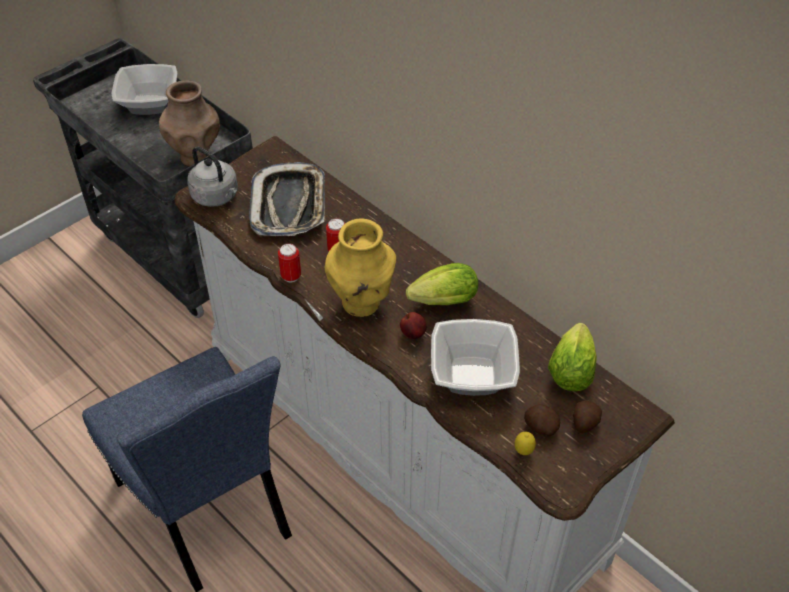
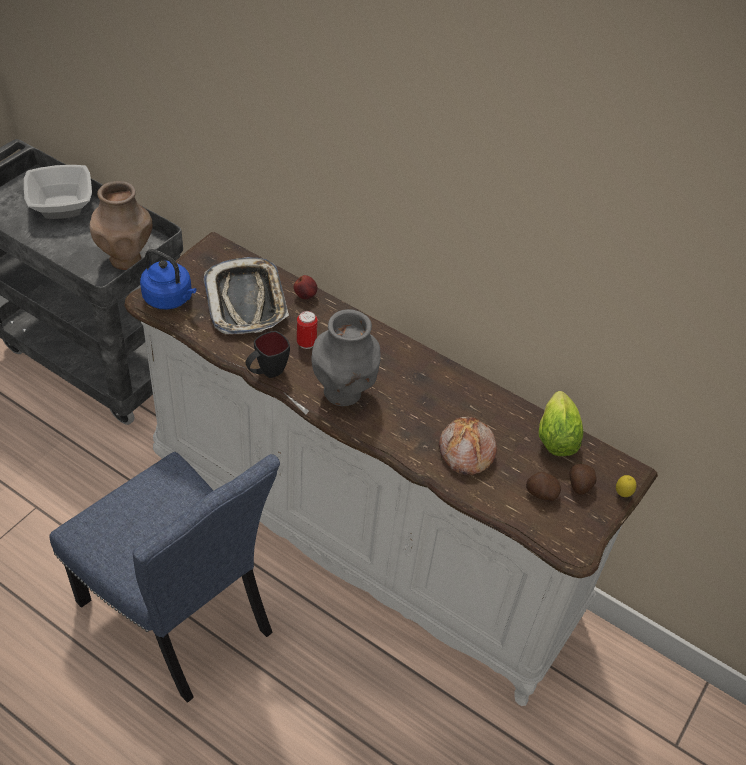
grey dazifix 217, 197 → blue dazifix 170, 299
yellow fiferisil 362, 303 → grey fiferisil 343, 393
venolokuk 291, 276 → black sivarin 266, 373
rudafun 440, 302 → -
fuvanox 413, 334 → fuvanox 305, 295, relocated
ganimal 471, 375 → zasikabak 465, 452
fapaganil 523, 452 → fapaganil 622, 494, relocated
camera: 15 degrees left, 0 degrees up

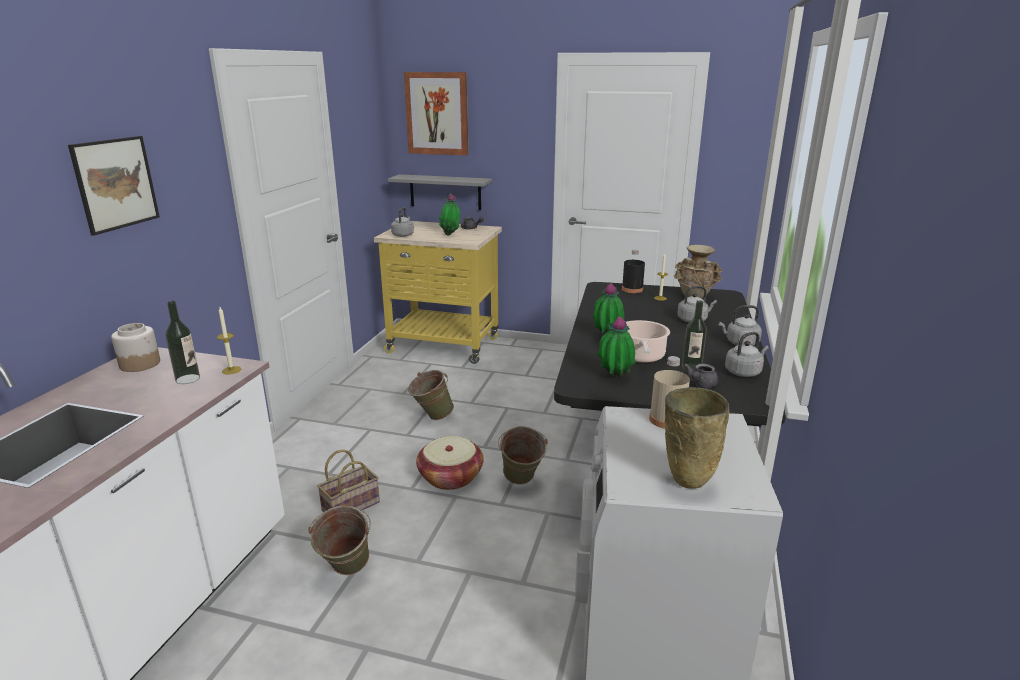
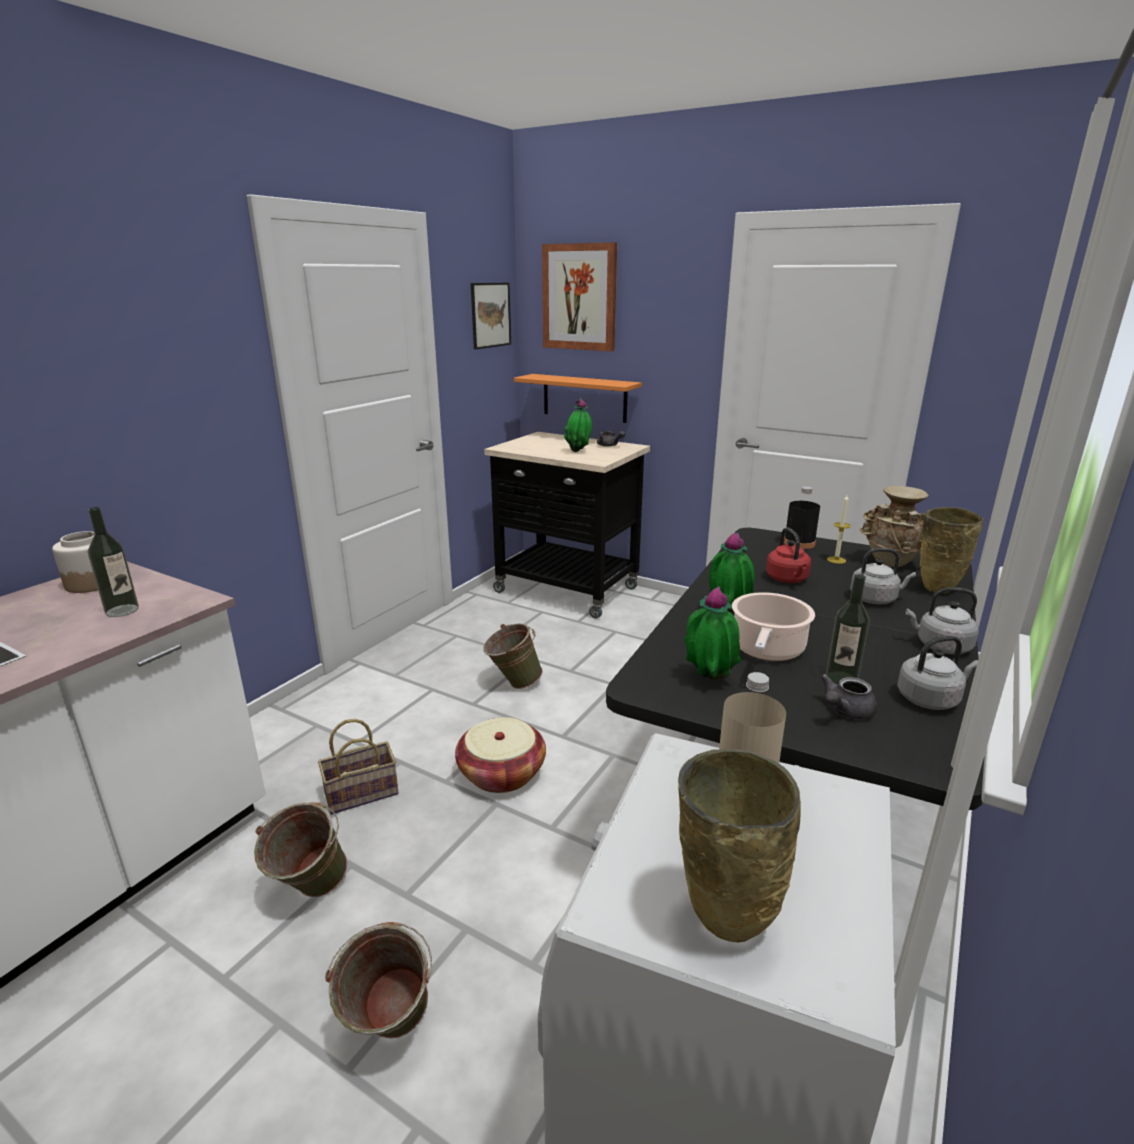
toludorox 115, 184 → toludorox 490, 315, relocated
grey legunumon 445, 192 → orange legunumon 584, 398
grey dazifix 403, 235 → -
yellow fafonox 444, 346 → black fafonox 567, 590
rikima 231, 370 → -
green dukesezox 521, 483 → green dukesezox 390, 1034, relocated
- → beige fiferisil 936, 590
- → red dazifix 788, 579
camera: 15 degrees right, 0 degrees up

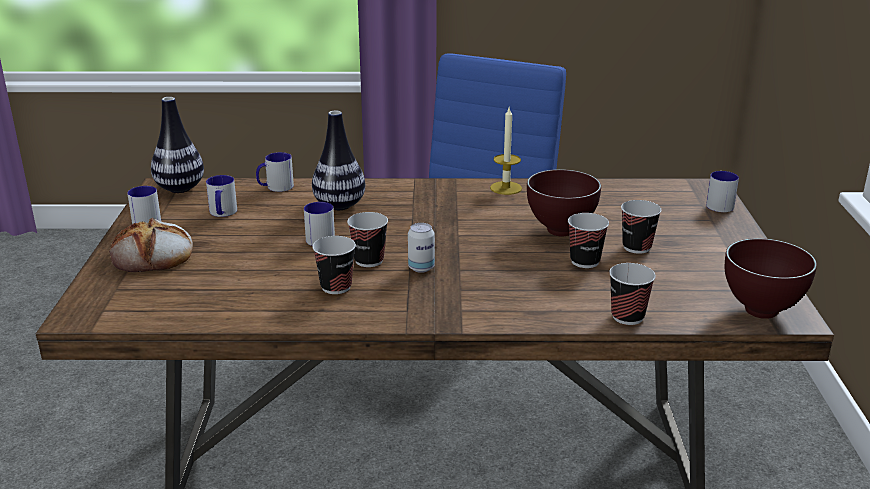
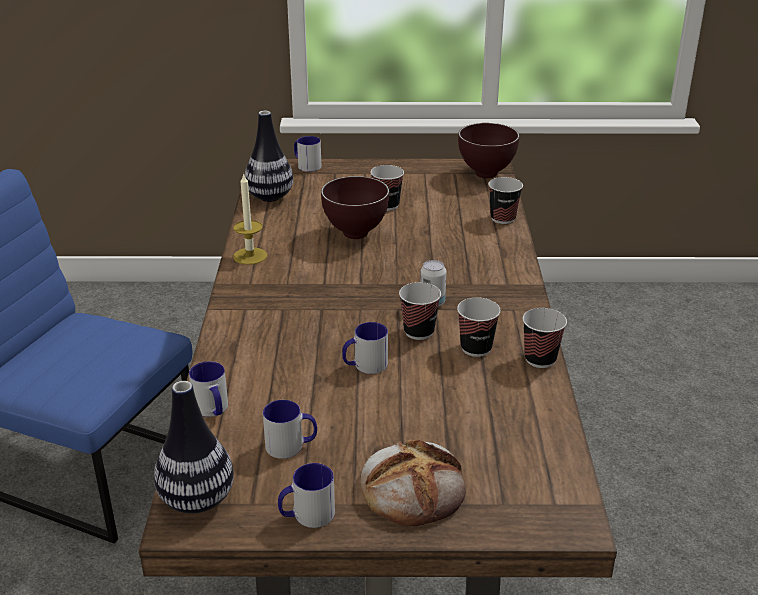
fiferisil 339, 205 → fiferisil 270, 197, relocated
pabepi 585, 261 → pabepi 540, 359, relocated
camera: 90 degrees left, 5 degrees up

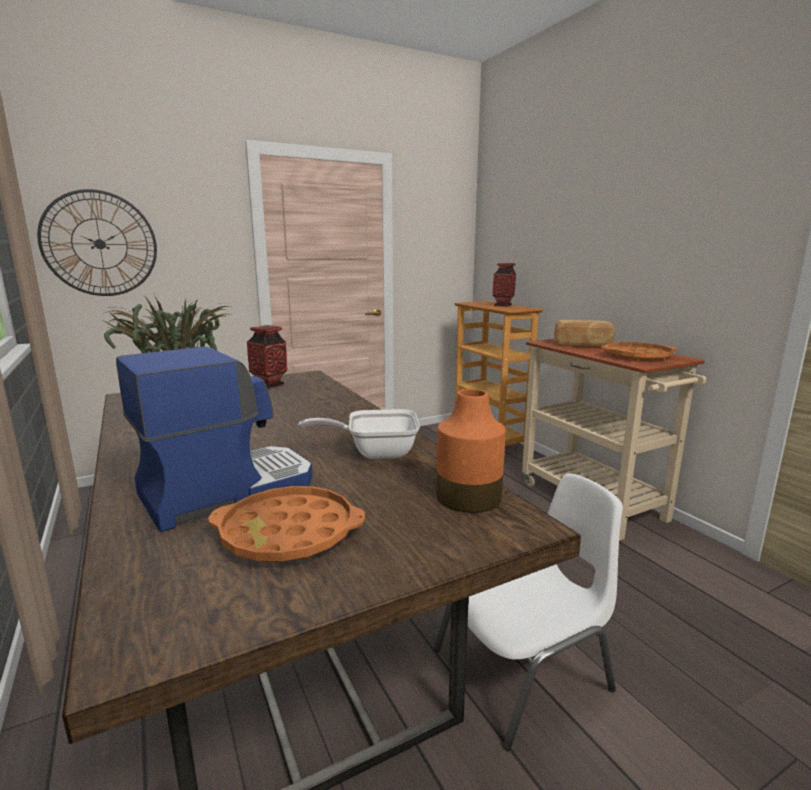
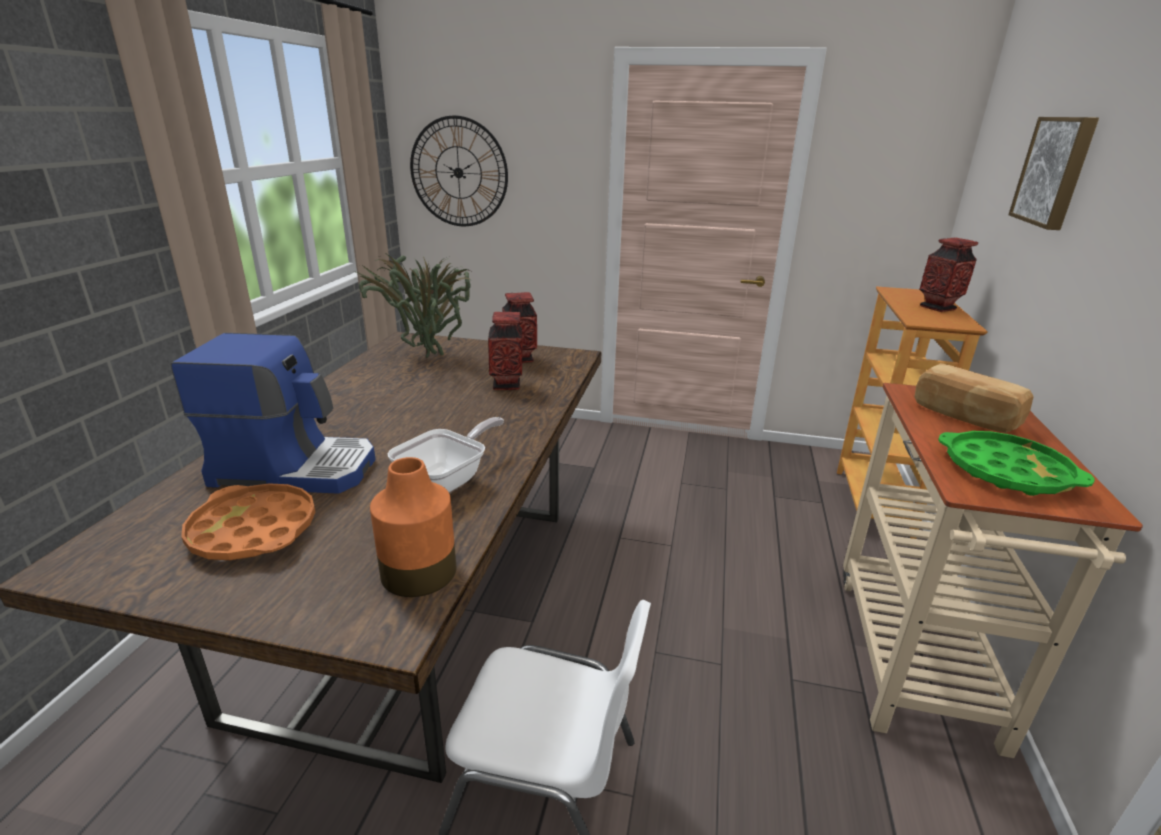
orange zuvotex 637, 356 → green zuvotex 1006, 471
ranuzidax 374, 452 → ranuzidax 448, 480, 90 degrees clockwise
- → toludorox 1055, 171
- → fiferisil 506, 385
camera: 40 degrees right, 10 degrees up

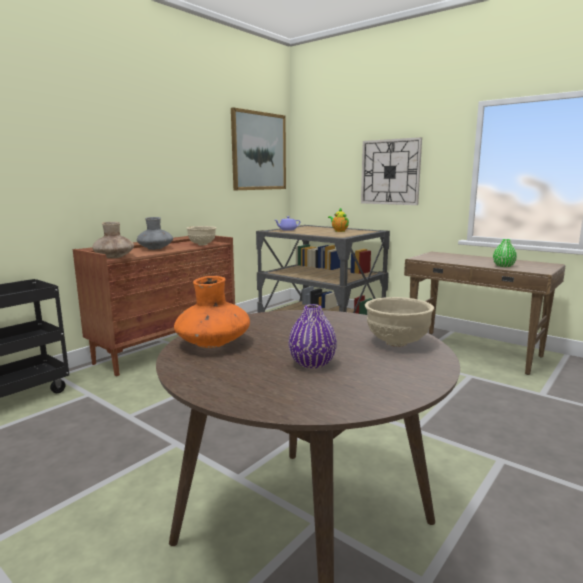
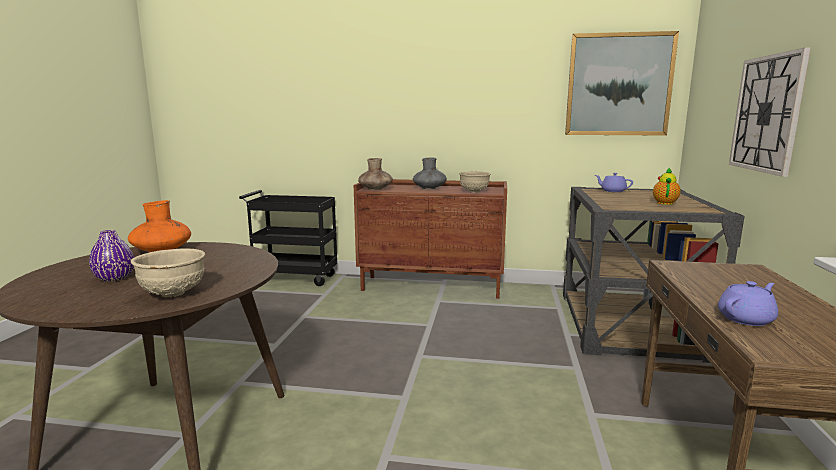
green fiferisil 503, 266 → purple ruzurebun 746, 319
camera: 60 degrees right, 0 degrees up

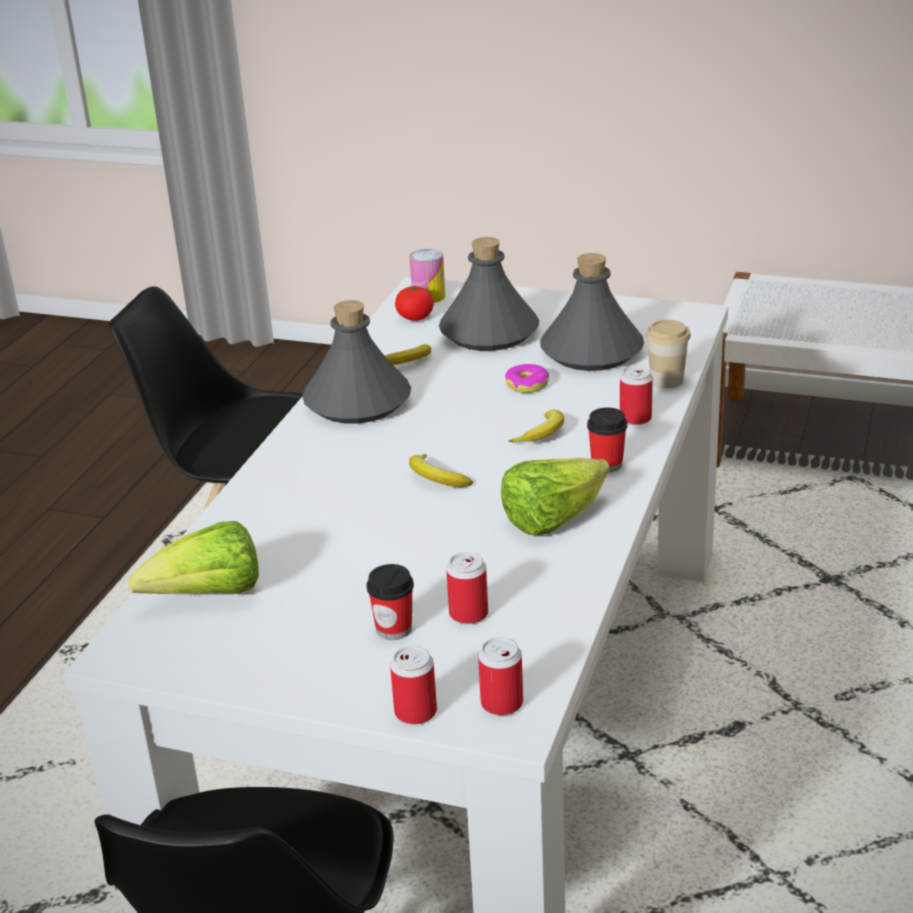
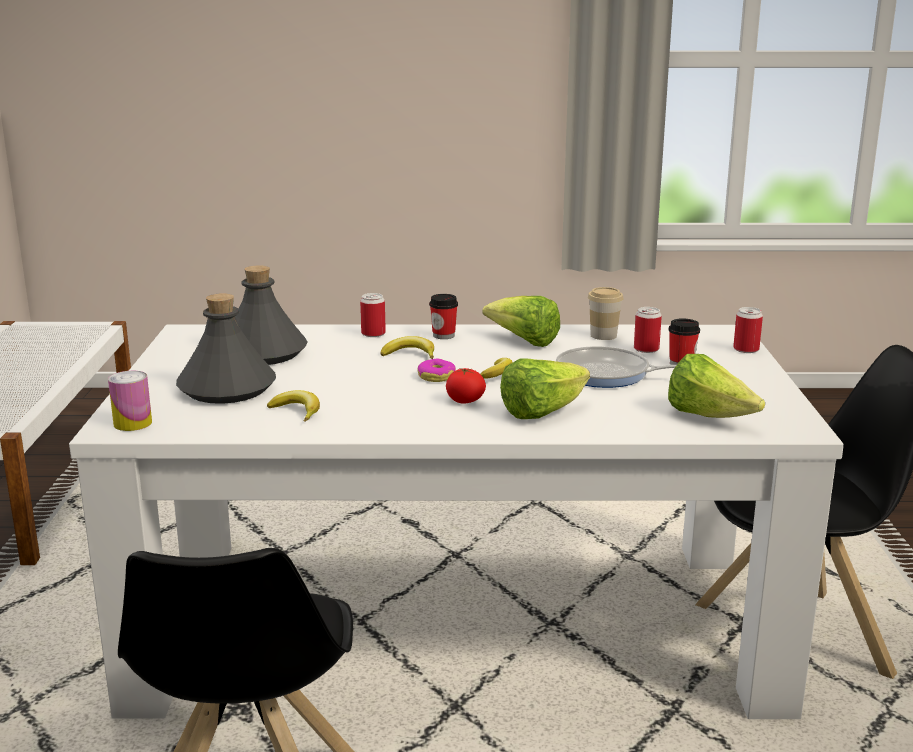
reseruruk 415, 317 → reseruruk 465, 401, relocated
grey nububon 358, 403 → -
pabepi 666, 380 → pabepi 603, 335, relocated
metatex 527, 385 → metatex 436, 376, relocated
venolokuk 502, 703 → -
- → ranuzidax 608, 374
- → rudafun 542, 412
camera: 110 degrees left, 10 degrees down

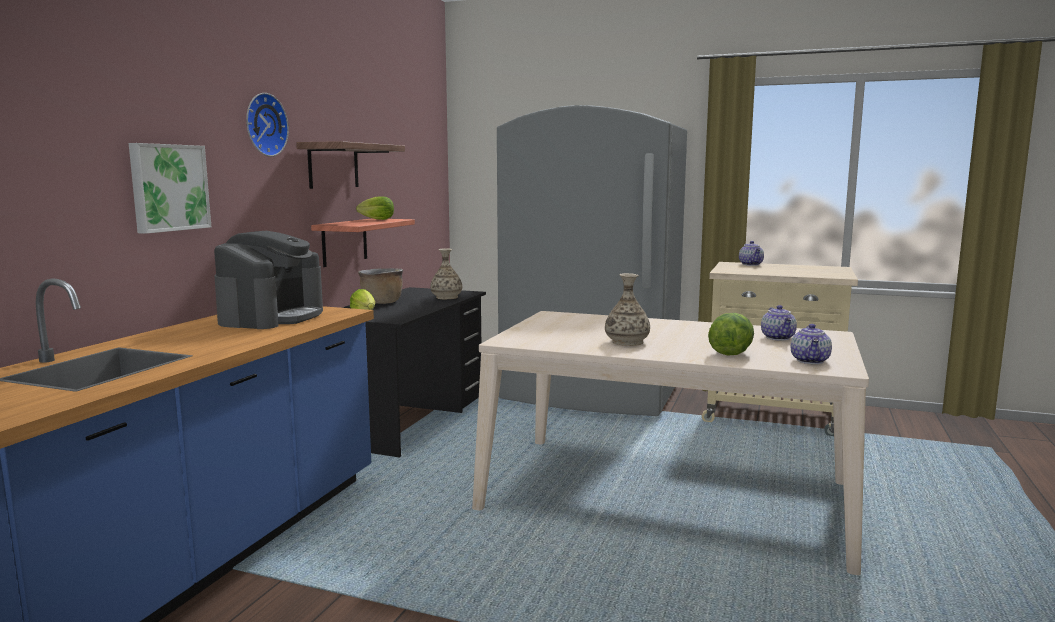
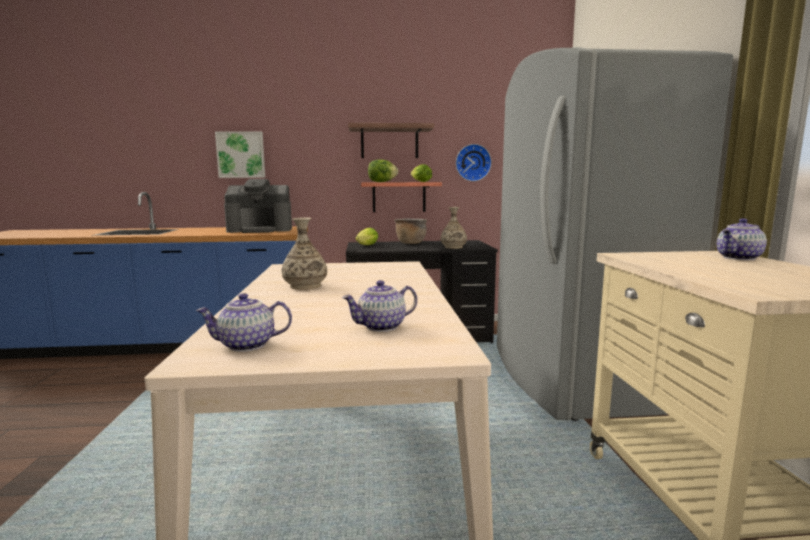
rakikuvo 263, 125 → rakikuvo 472, 162, relocated
rudafun 730, 353 → rudafun 382, 182, relocated
camera: 65 degrees right, 0 degrees up

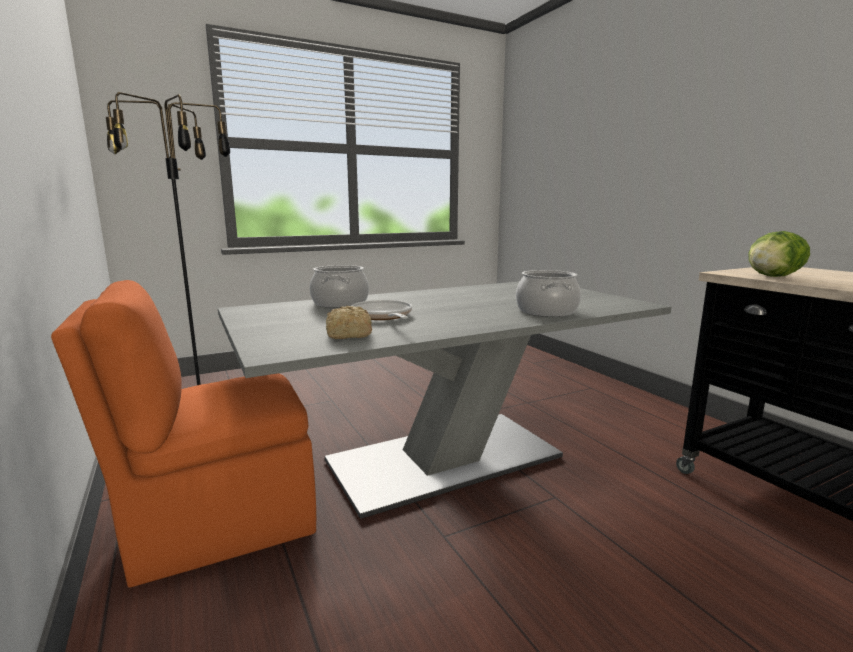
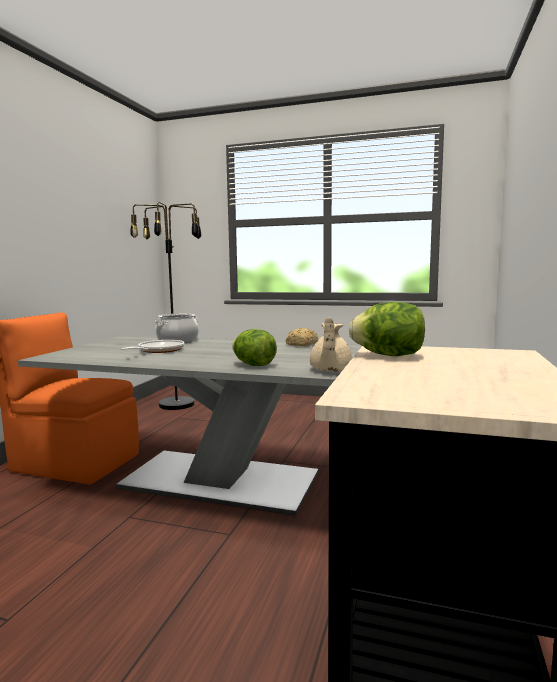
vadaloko 547, 311 → rudafun 254, 365
zasikabak 348, 334 → zasikabak 301, 344, relocated
- → beige ruzurebun 329, 370
camera: 45 degrees right, 5 degrees down

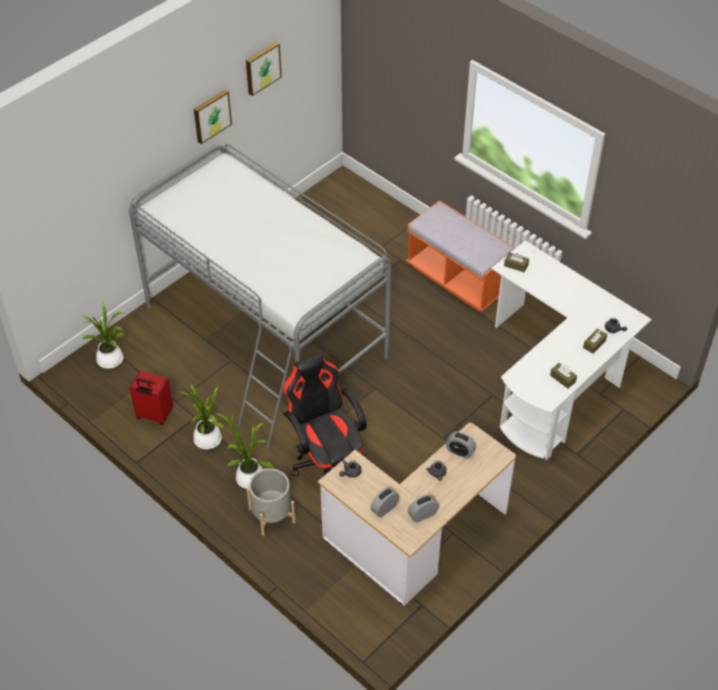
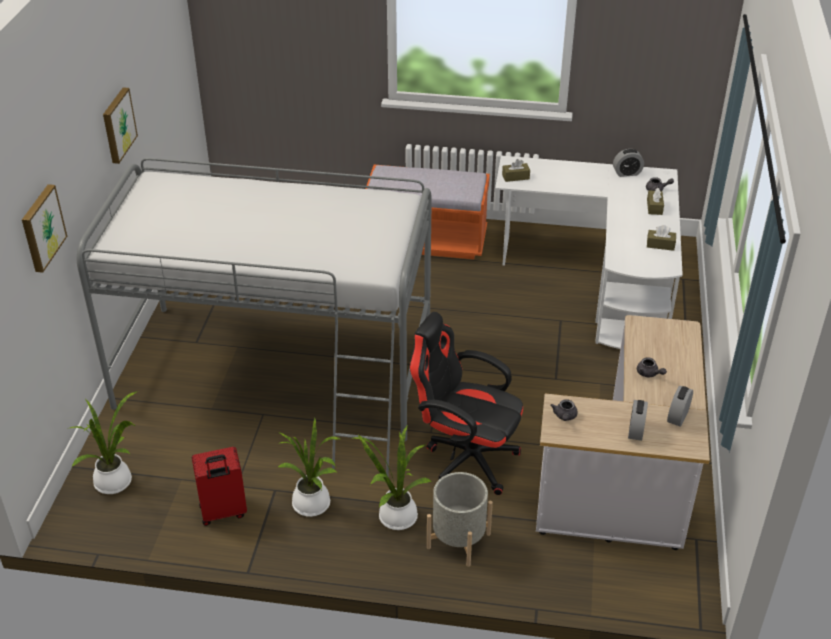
toludorox 262, 67 → toludorox 41, 227, relocated
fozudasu 460, 451 → fozudasu 627, 173, relocated
camera: 35 degrees left, 10 degrees down

